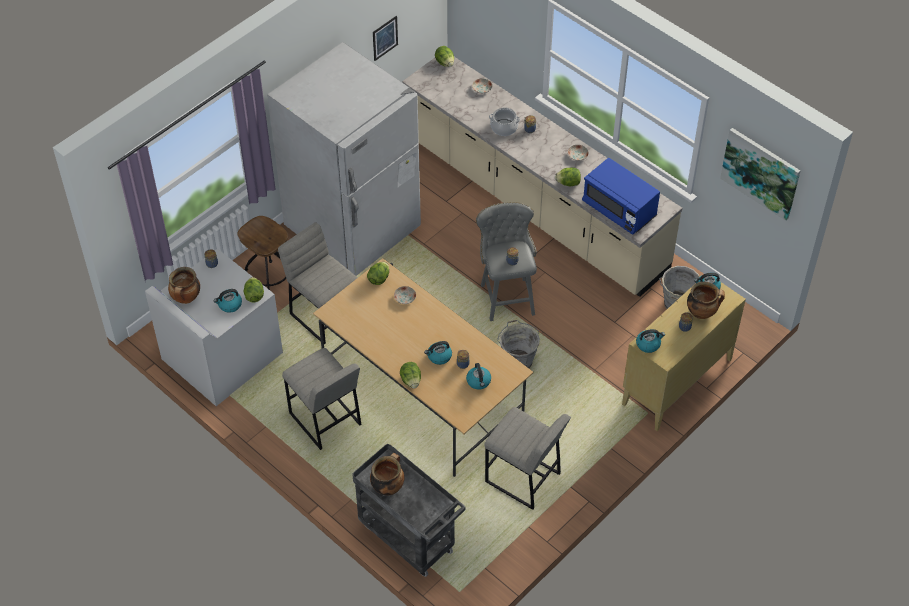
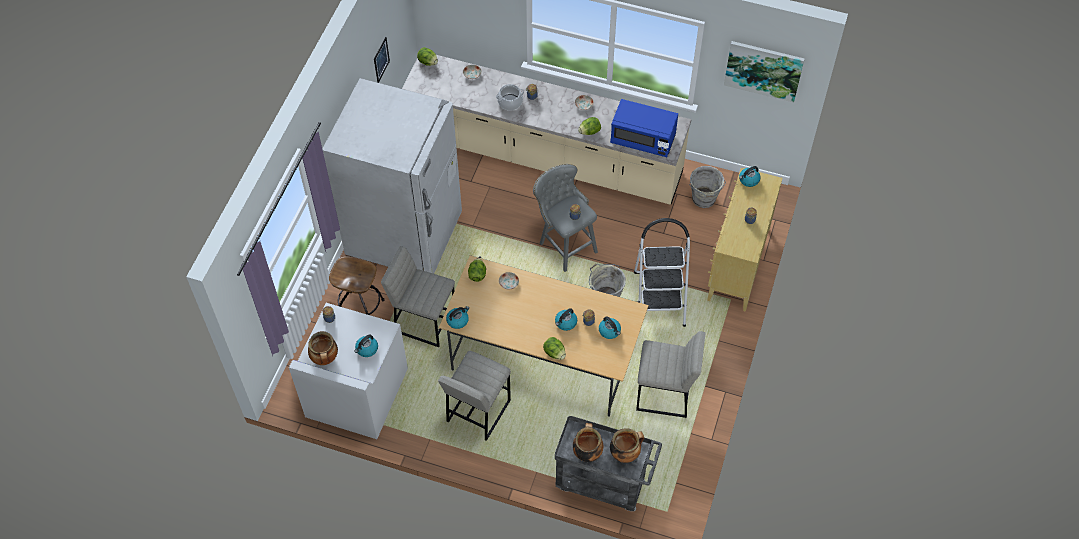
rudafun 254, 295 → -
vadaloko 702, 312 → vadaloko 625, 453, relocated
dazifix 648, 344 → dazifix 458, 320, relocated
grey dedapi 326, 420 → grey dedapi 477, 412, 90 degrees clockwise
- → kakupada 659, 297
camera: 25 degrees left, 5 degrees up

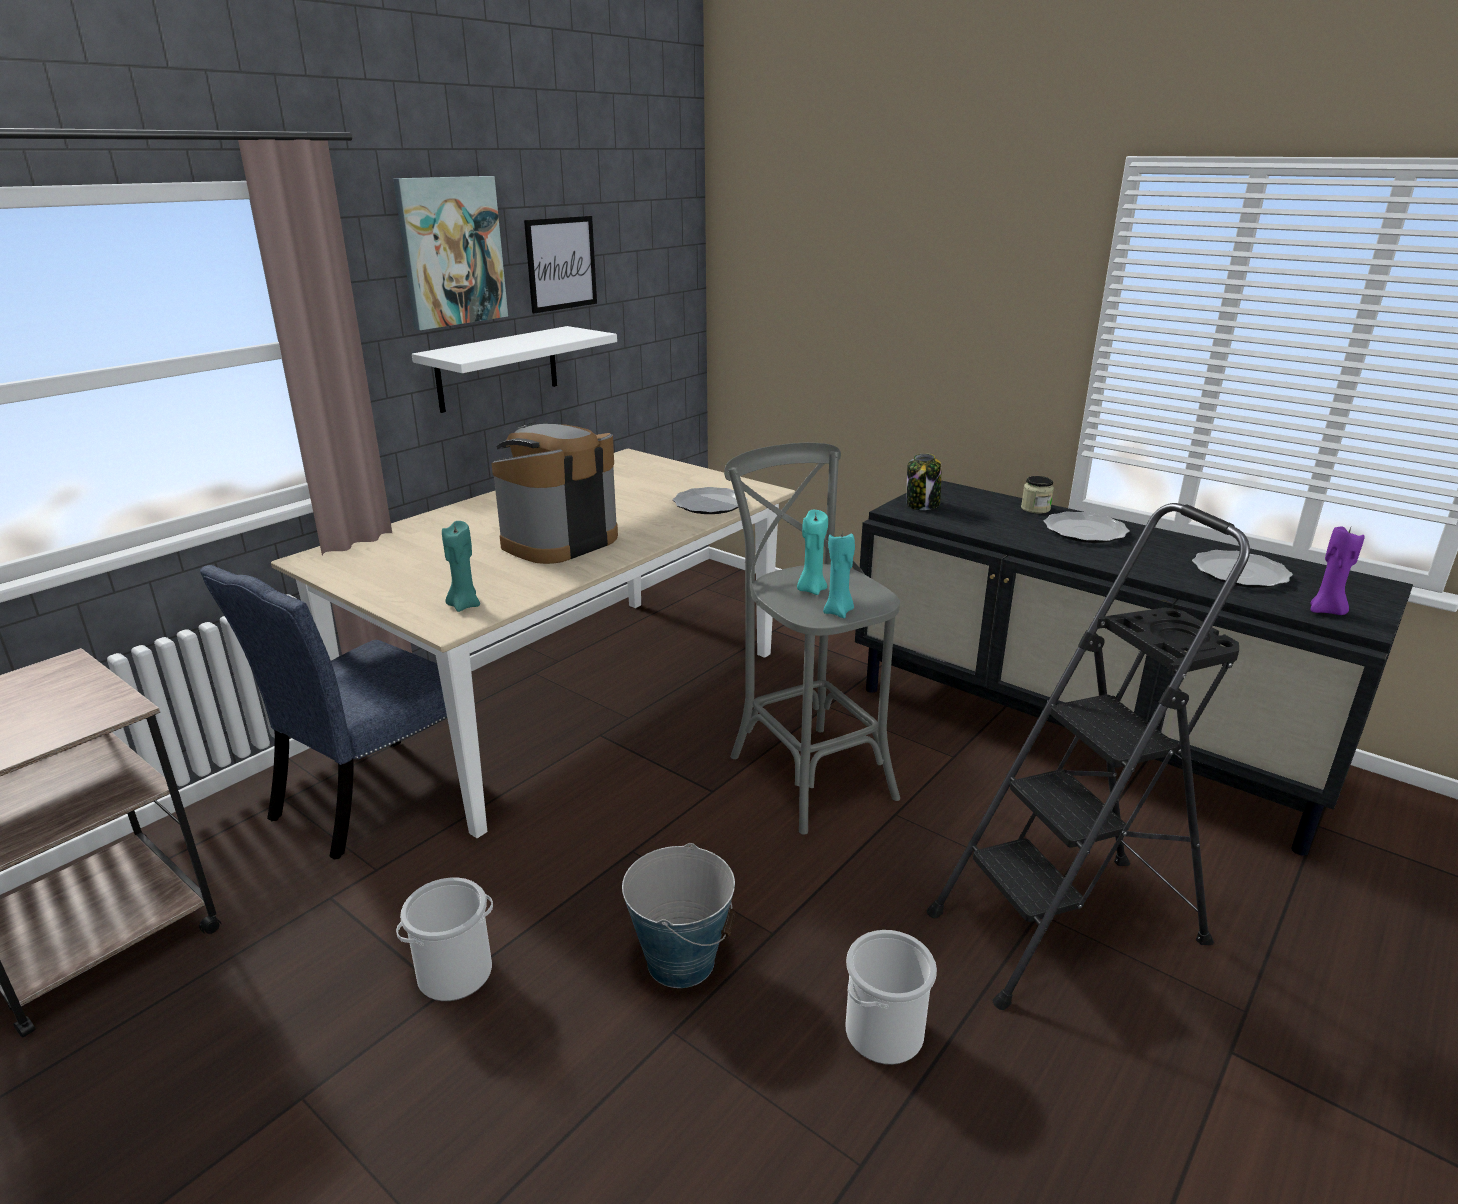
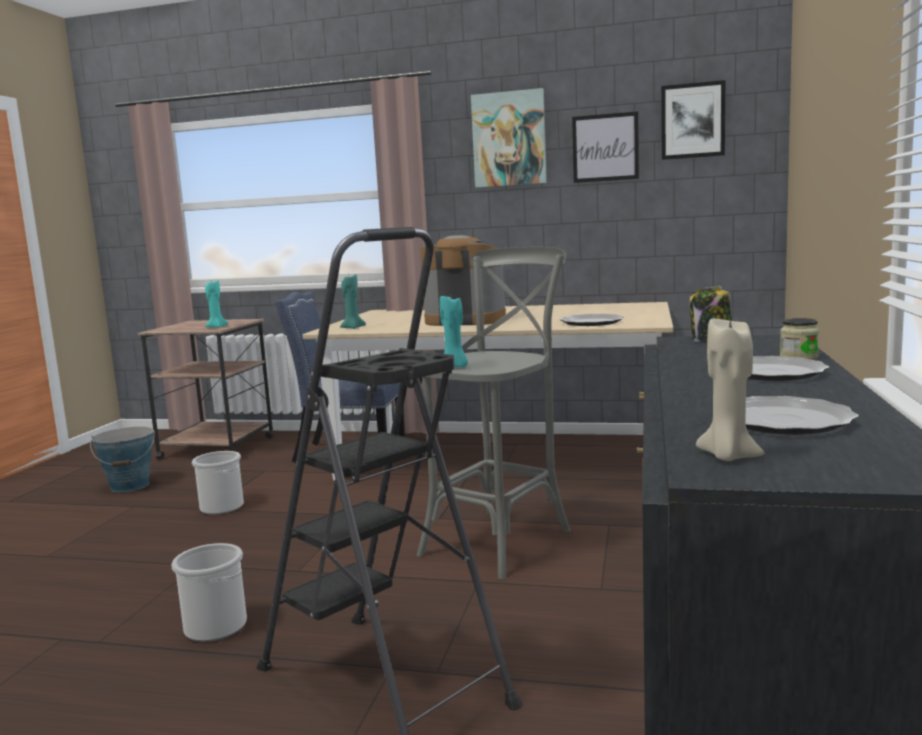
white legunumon 498, 368 → -
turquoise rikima 811, 589 → turquoise rikima 216, 327, relocated
purple rikima 1326, 611 → beige rikima 728, 456
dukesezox 681, 960 → dukesezox 130, 486, relocated
- → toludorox 692, 121
camera: 65 degrees right, 15 degrees down

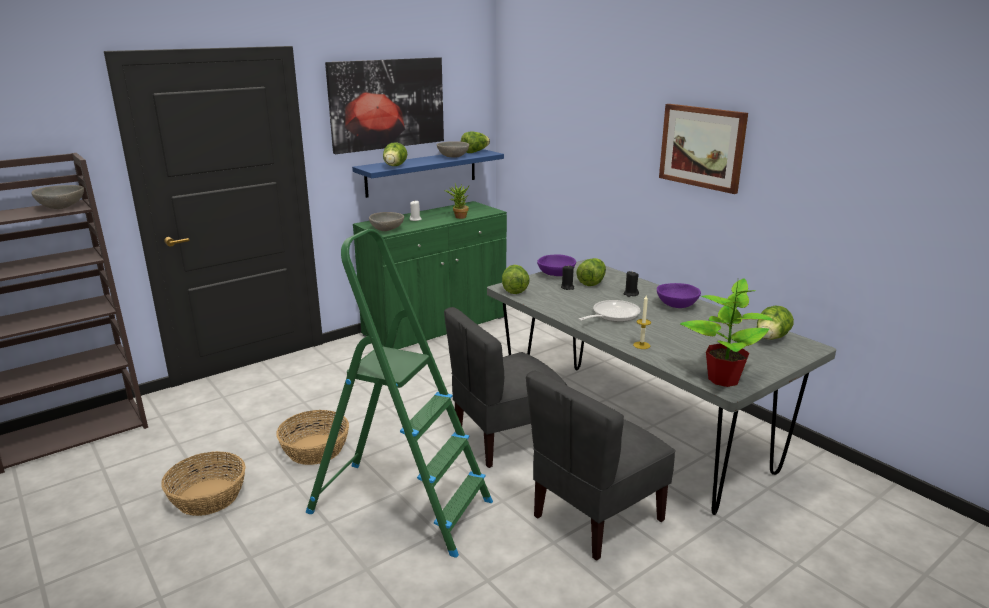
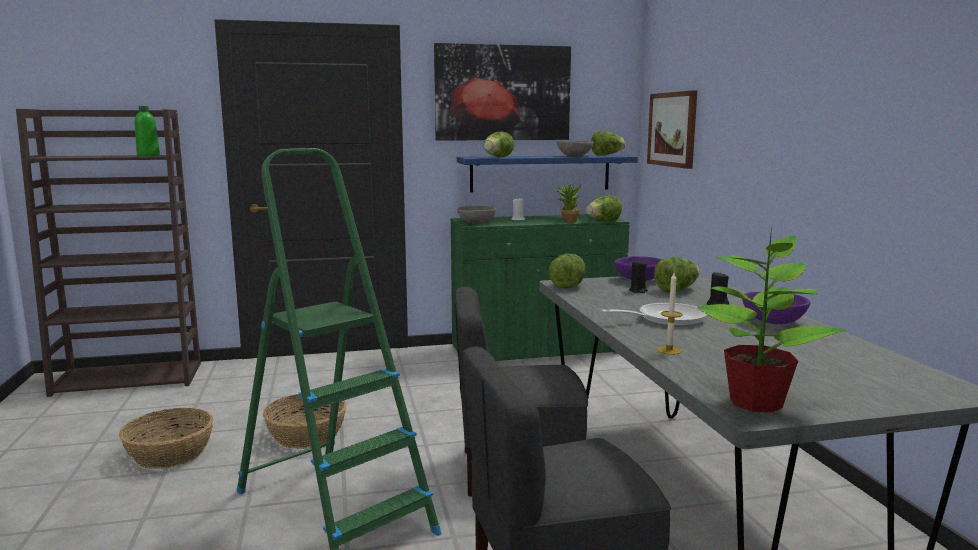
toludorox 702, 147 → toludorox 672, 129, relocated
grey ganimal 61, 207 → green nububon 148, 155
rudafun 770, 338 → rudafun 603, 221, relocated
camera: 25 degrees right, 10 degrees down

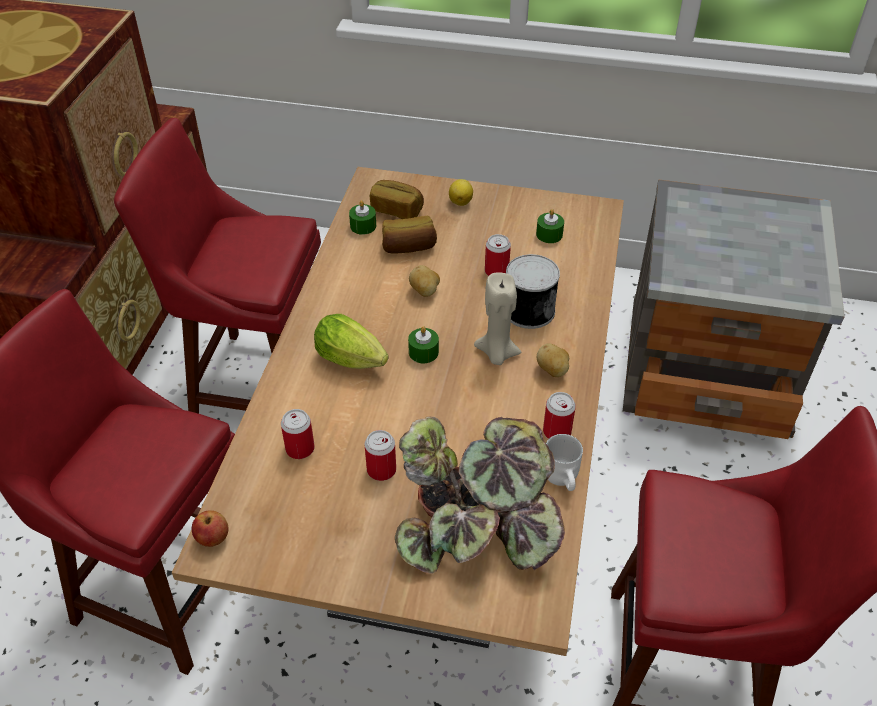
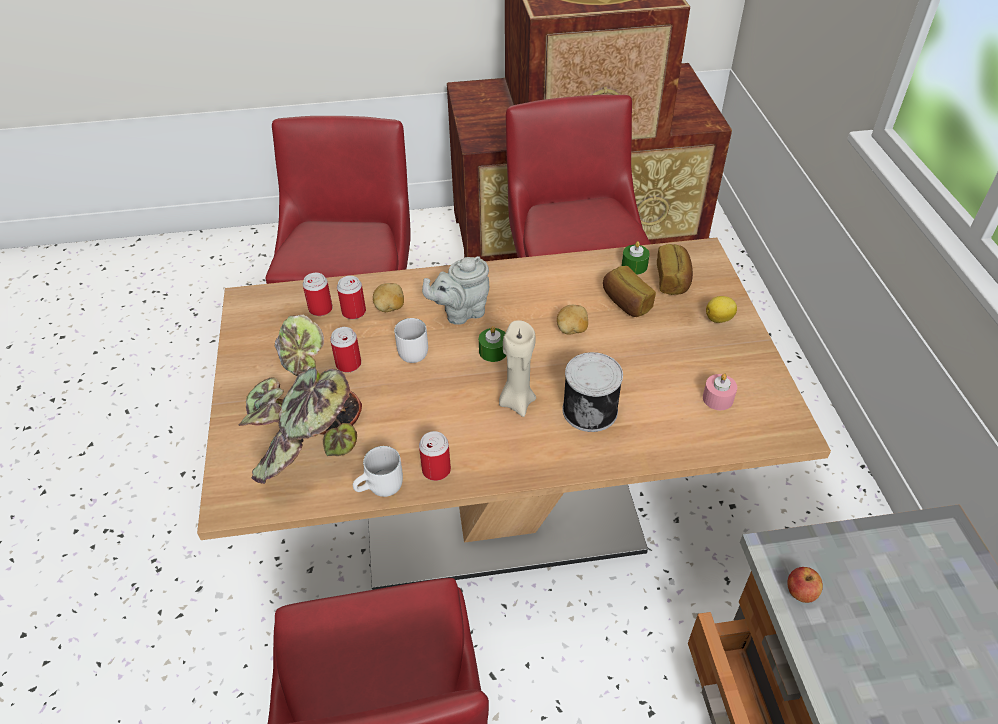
green rikima 549, 234 → pink rikima 717, 398
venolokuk 496, 271 → venolokuk 320, 309, relocated
rudafun 354, 361 → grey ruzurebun 461, 312
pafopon 552, 370 → pafopon 390, 308, relocated
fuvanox 213, 538 → fuvanox 800, 593, relocated
- → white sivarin 411, 349
camera: 70 degrees right, 0 degrees up

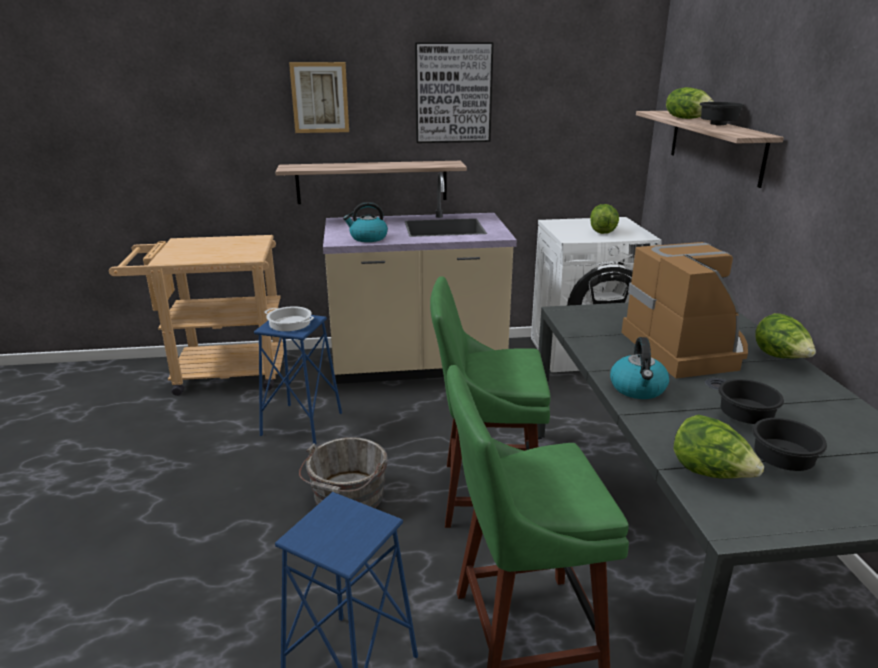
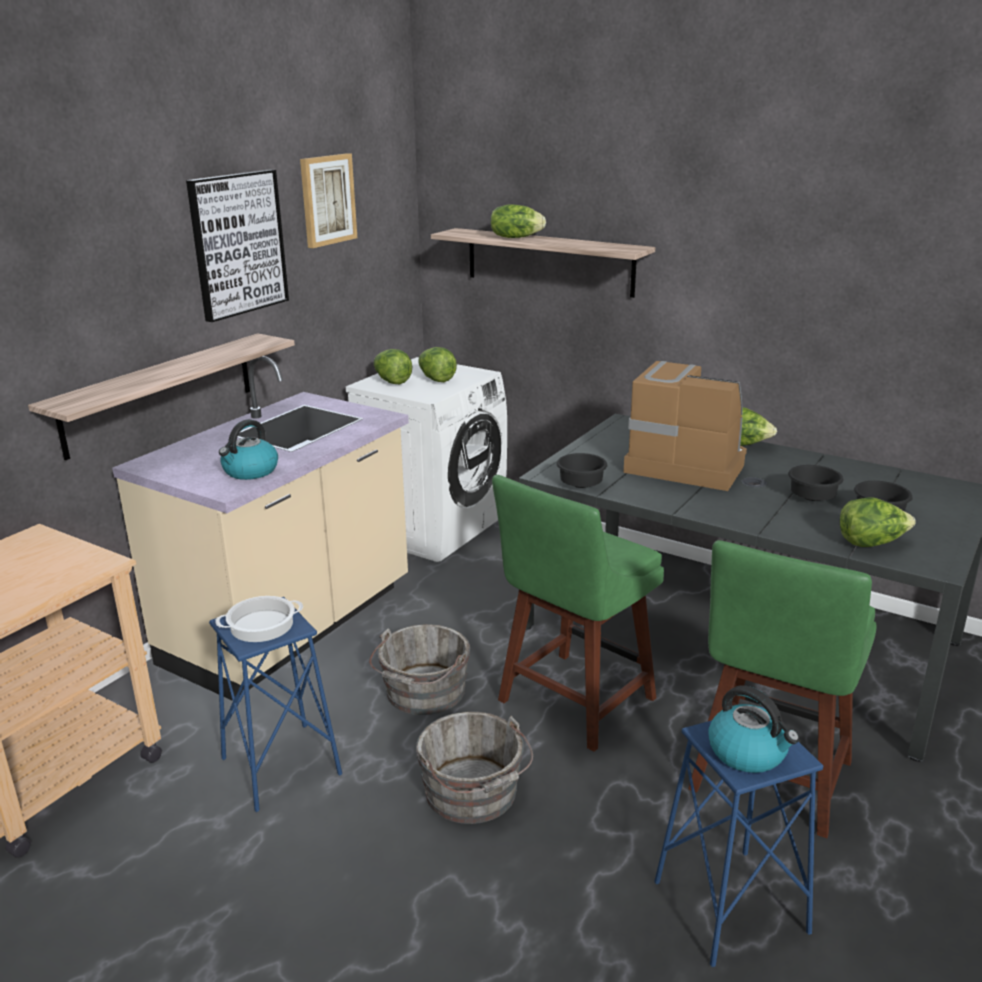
toludorox 320, 97 → toludorox 327, 200, relocated
black ganimal 719, 125 → black ganimal 581, 484, relocated
dazifix 638, 389 → dazifix 748, 752, relocated
- → rudafun 392, 381
- → grey dukesezox 423, 693
camera: 50 degrees left, 0 degrees up

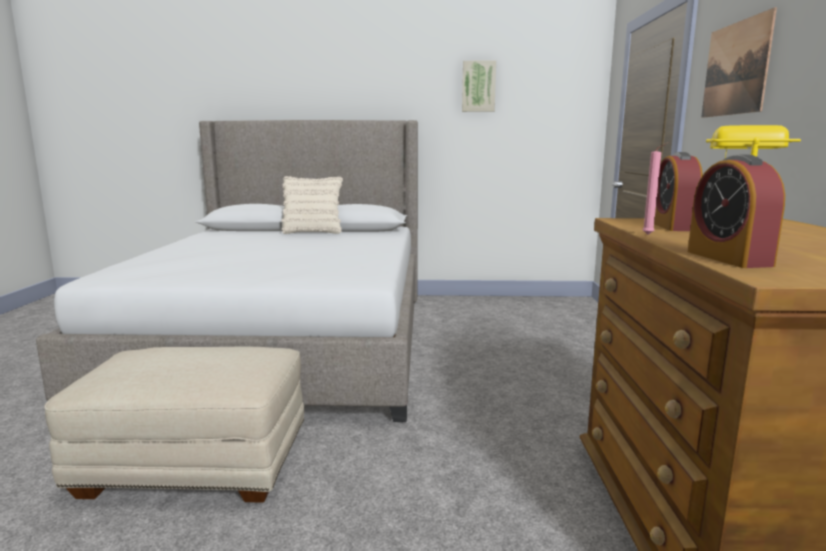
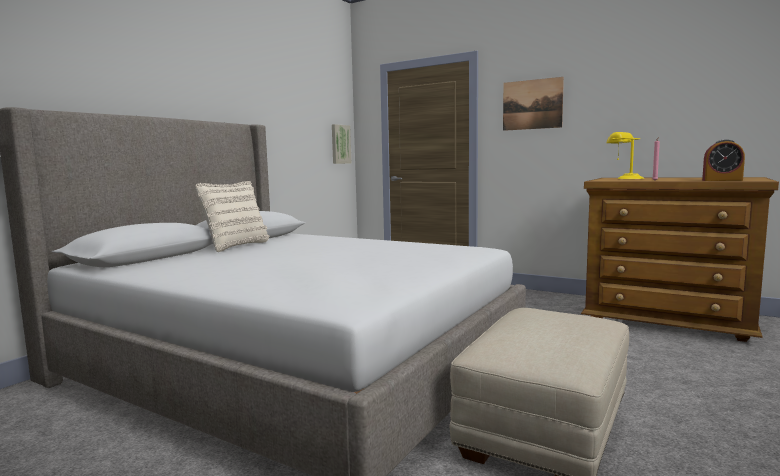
toludorox 478, 86 → toludorox 340, 144, relocated
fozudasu 672, 226 → -
camera: 60 degrees left, 5 degrees down

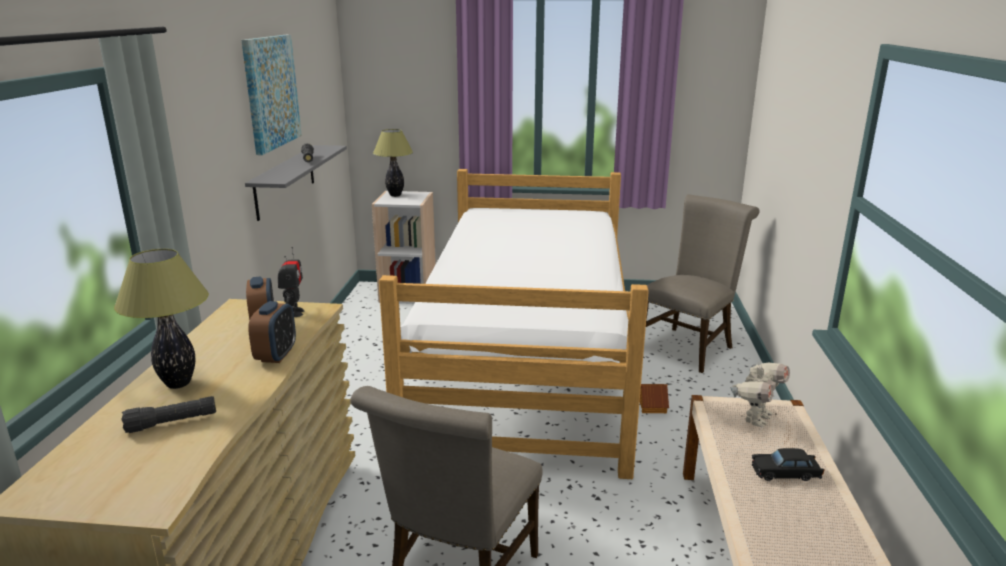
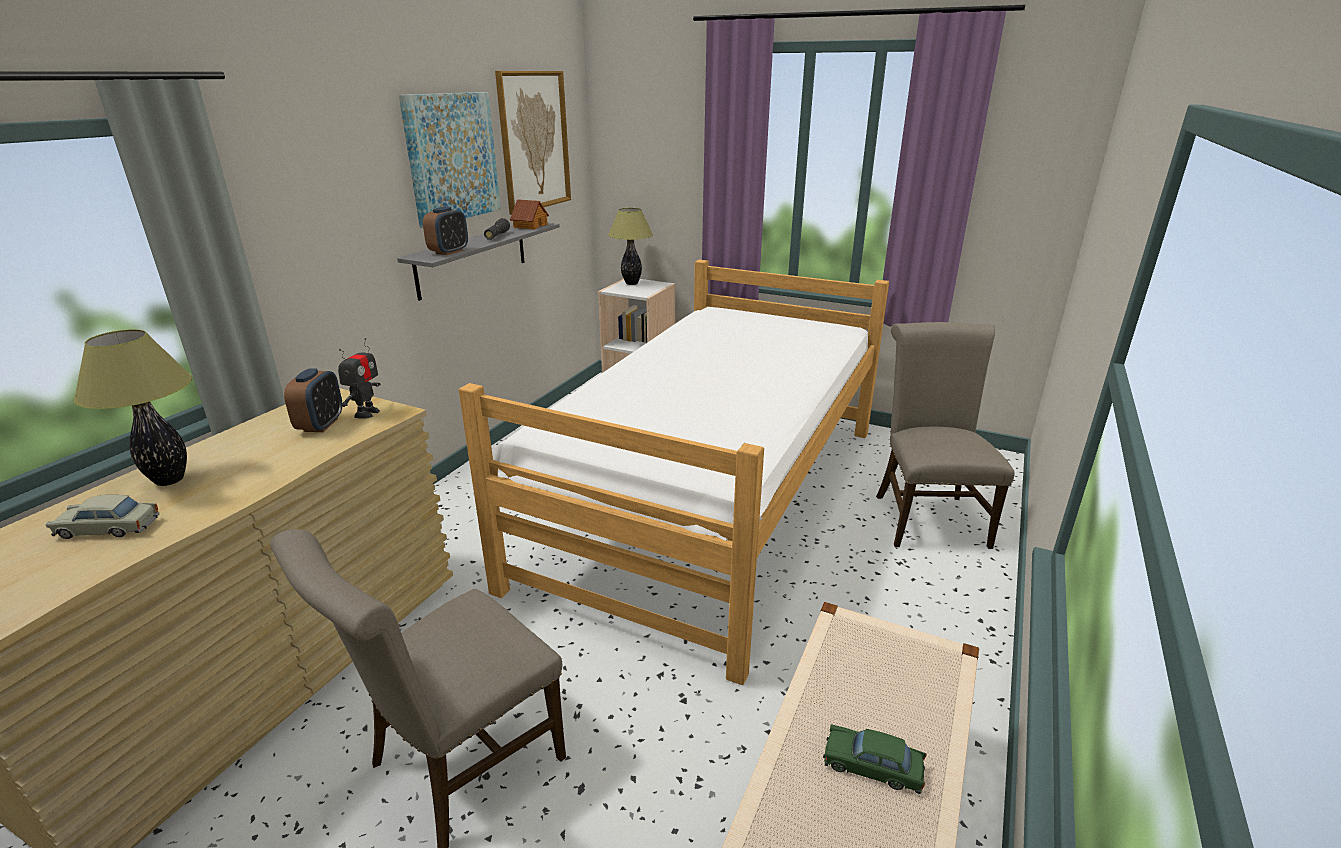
beige dedapi 688, 347 → beige dedapi 927, 516, 60 degrees counterclockwise
fozudasu 276, 355 → fozudasu 449, 252, relocated
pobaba 755, 418 → -
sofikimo 651, 406 → sofikimo 530, 226, relocated
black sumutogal 172, 423 → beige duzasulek 108, 528
black duzasulek 785, 473 → green duzasulek 872, 766
- → toludorox 534, 141
camera: 20 degrees right, 5 degrees up

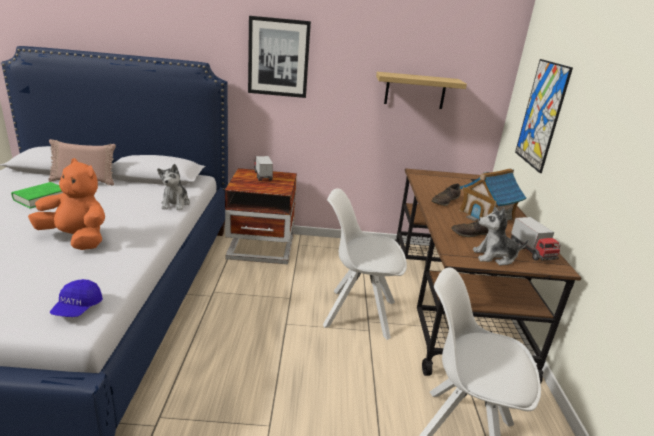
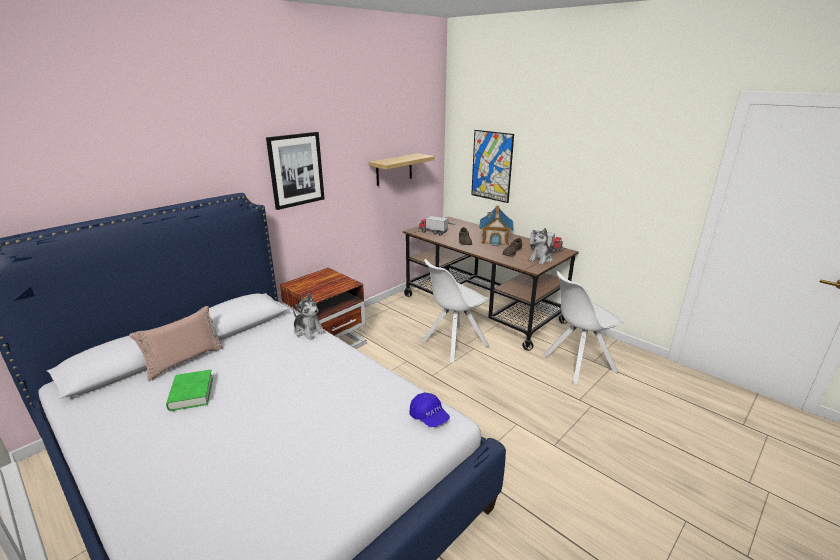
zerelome 262, 175 → zerelome 433, 232, relocated
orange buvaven 77, 239 → -
camera: 45 degrees left, 0 degrees up

